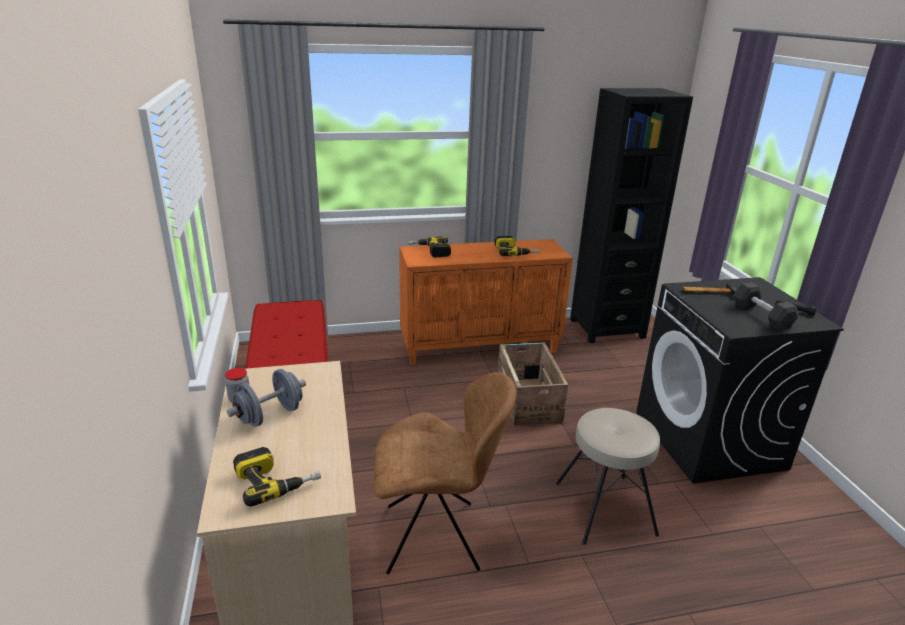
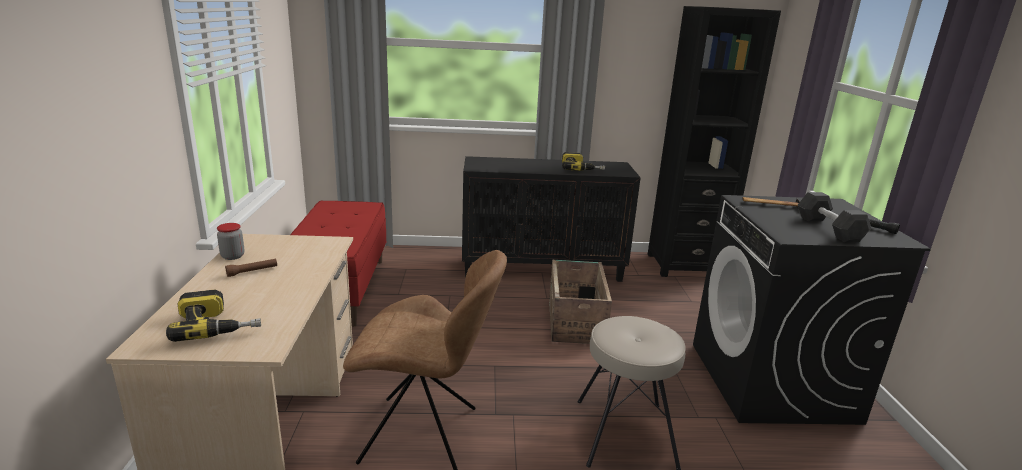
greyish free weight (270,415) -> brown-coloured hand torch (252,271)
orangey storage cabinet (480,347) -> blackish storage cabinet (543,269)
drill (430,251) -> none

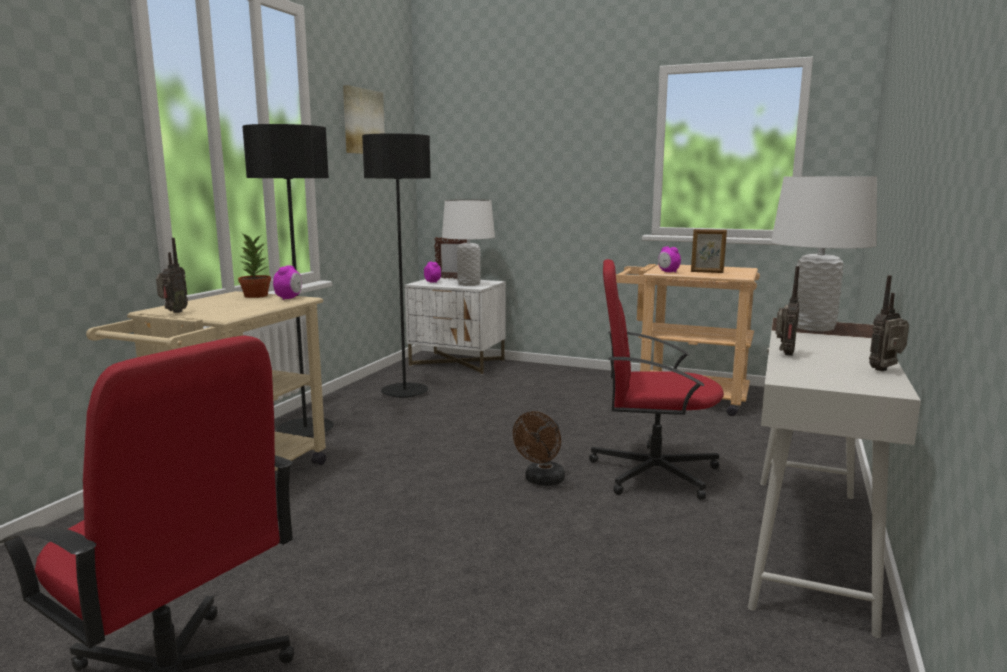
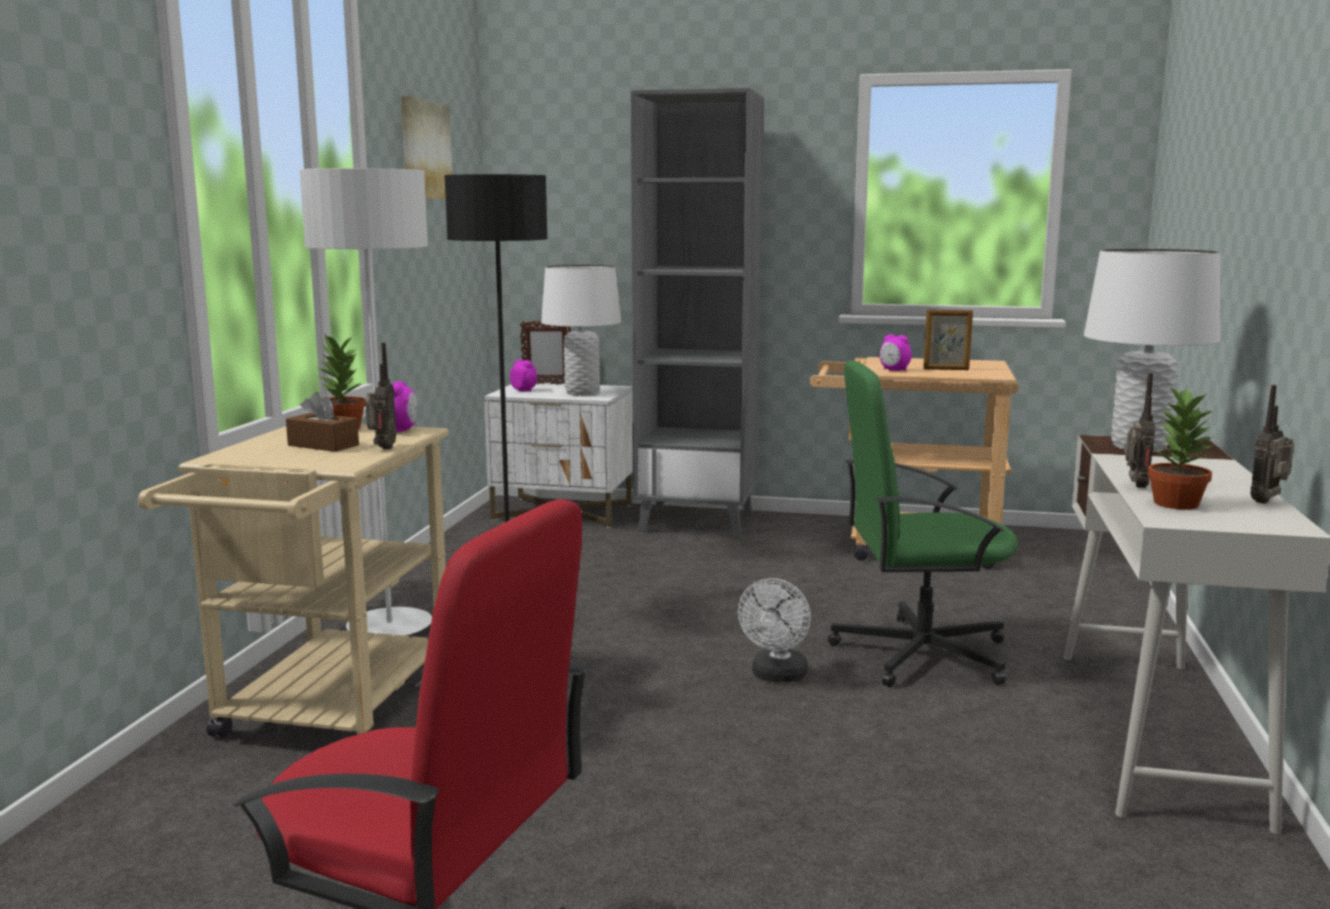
radio (173,312) -> radio (381,449), relocated
blackish standing lamp (305,430) -> white standing lamp (390,627)
brown-coloured electric fan (541,481) -> white electric fan (777,676)
red computer chair (651,472) -> green computer chair (918,653)
none -> brown-coloured tissue holder (323,445)
none -> greyish shelving unit (697,522)
none -> plant in a pot (1175,503)

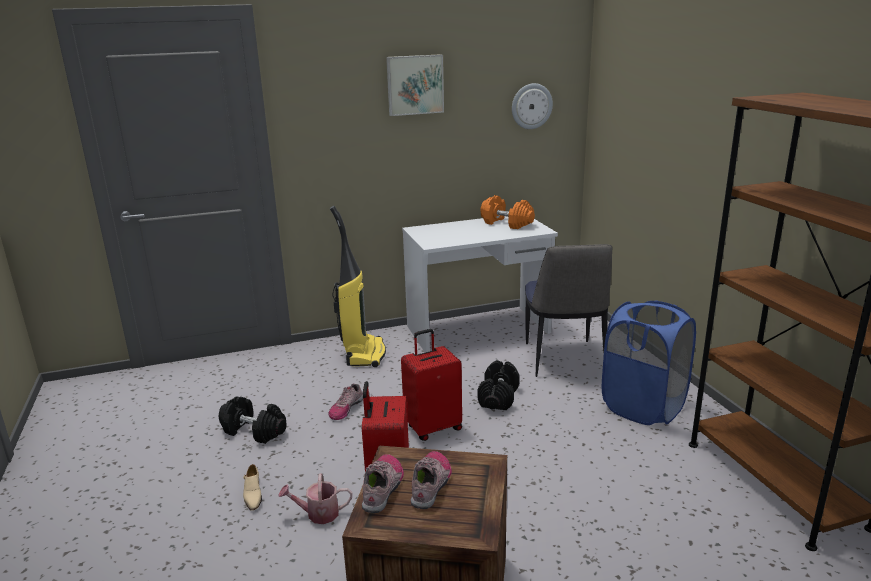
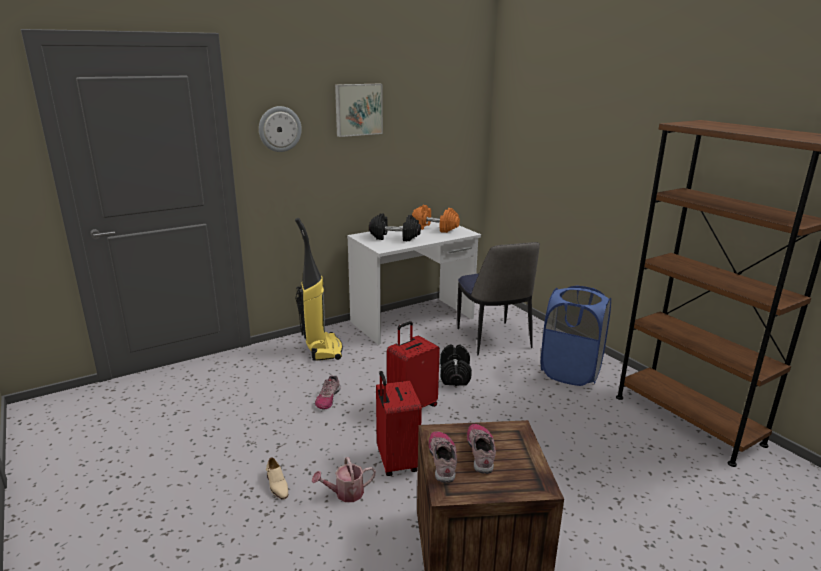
blackish free weight (254,431) -> blackish free weight (395,237), relocated
clock on the wall (531,106) -> clock on the wall (279,129), relocated

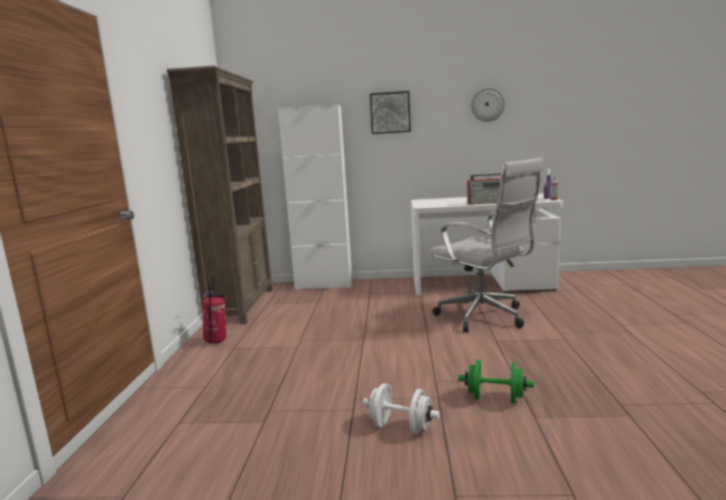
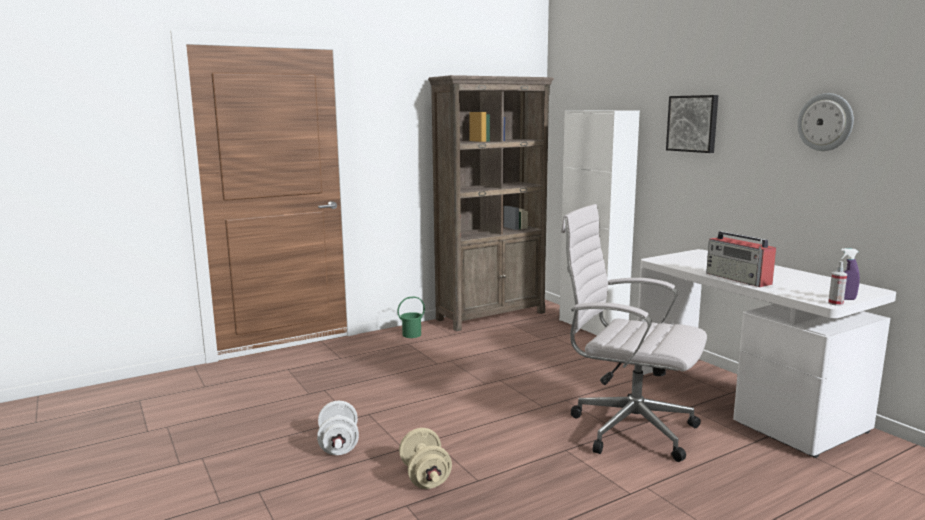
fire extinguisher (216,342) -> green water bucket (411,334)
white computer chair (484,317) -> white computer chair (627,428), 105 degrees clockwise
green free weight (495,398) -> sand-coloured free weight (425,477)

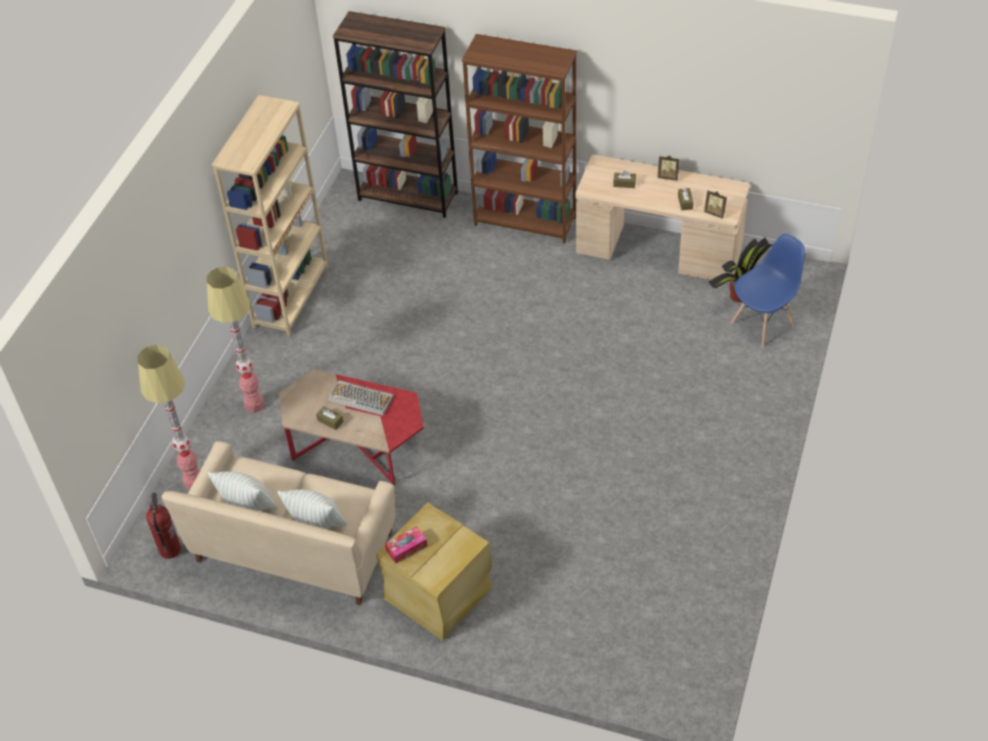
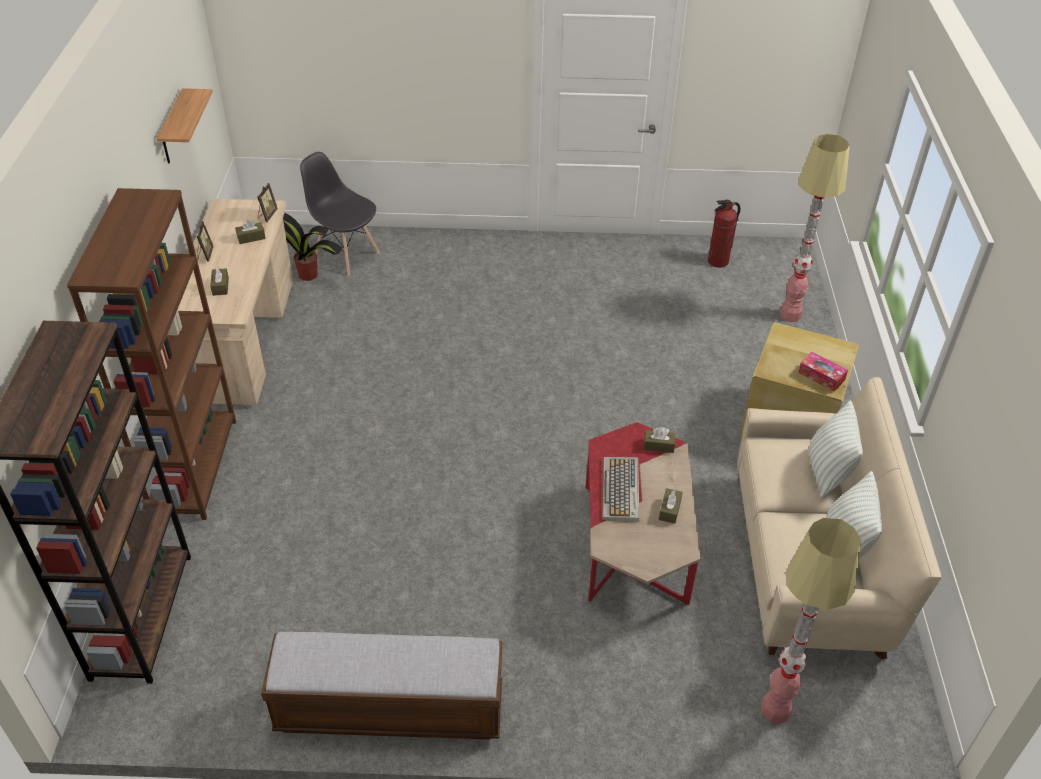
fire extinguisher (170,549) -> fire extinguisher (718,261), relocated
standing lamp (254,405) -> standing lamp (790,315), relocated
sand-coloured shelving unit (291,296) -> indoor bench (389,709)
blue-coloured upright chair (763,323) -> greyish upright chair (345,255)
none -> wall shelf (173,128)
none -> brown-coloured tissue holder (659,445)

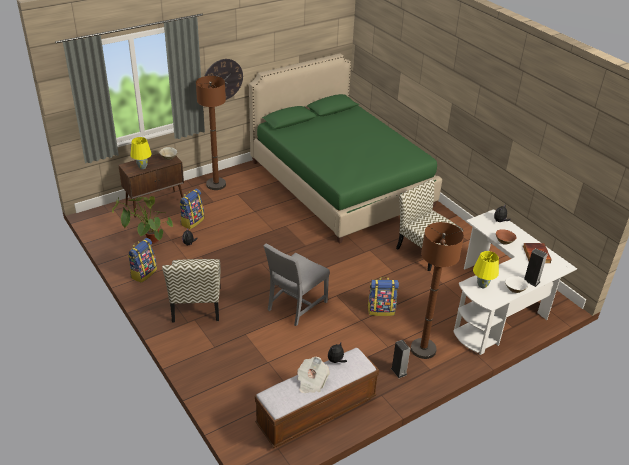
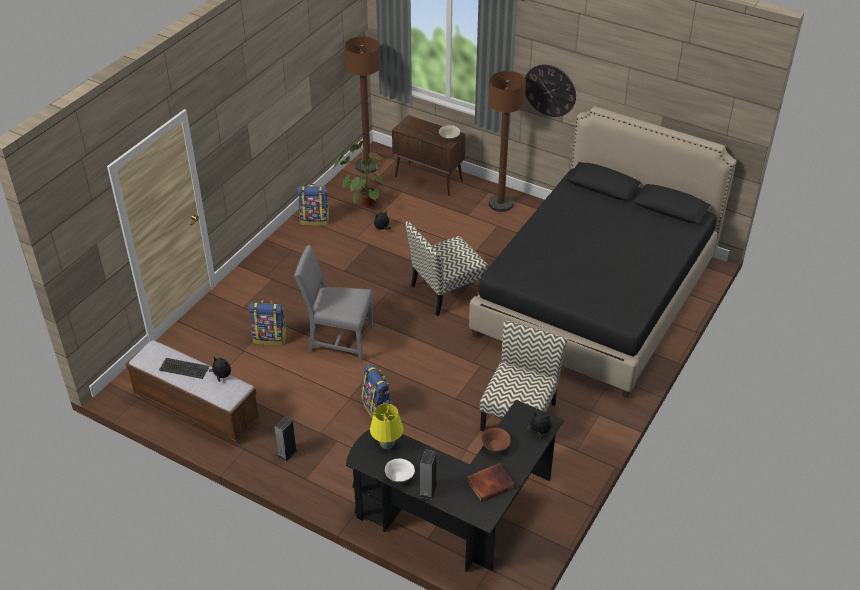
yellow-coloured tabletop lamp (142,167) -> none
upright chair (197,305) -> upright chair (446,291), relocated
backpack (192,221) -> backpack (270,338), relocated
green bedroom bed (340,183) -> blackish bedroom bed (596,296)
printed paper (311,382) -> PC keyboard (184,369)
brown-coloured standing lamp (423,349) -> brown-coloured standing lamp (367,166), relocated
white desk table (500,307) -> blackish desk table (458,517)

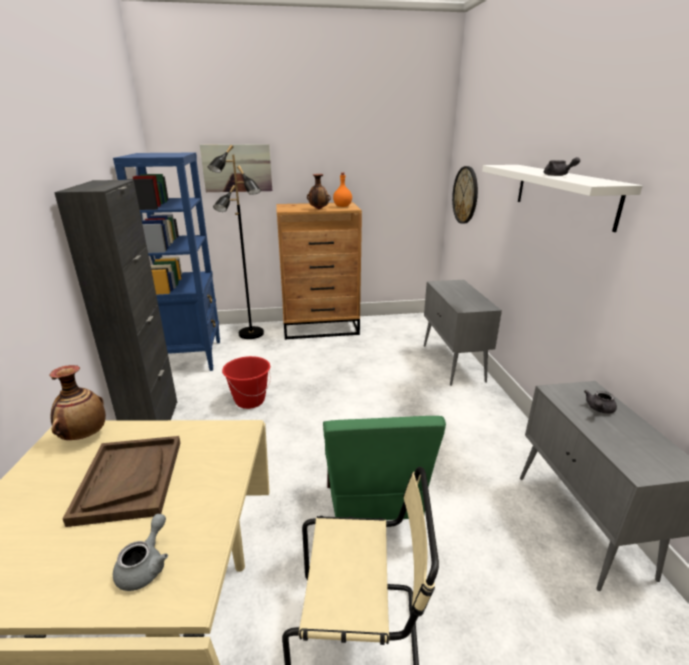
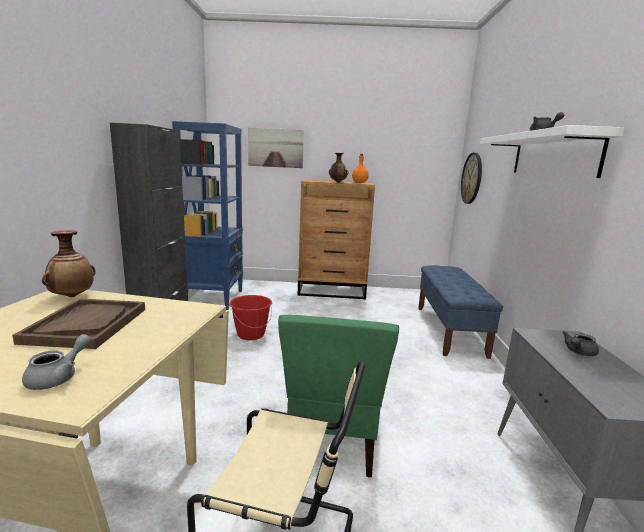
blackish standing lamp (251,334) -> none
greyish storage cabinet (453,363) -> blue-coloured indoor bench (449,330)

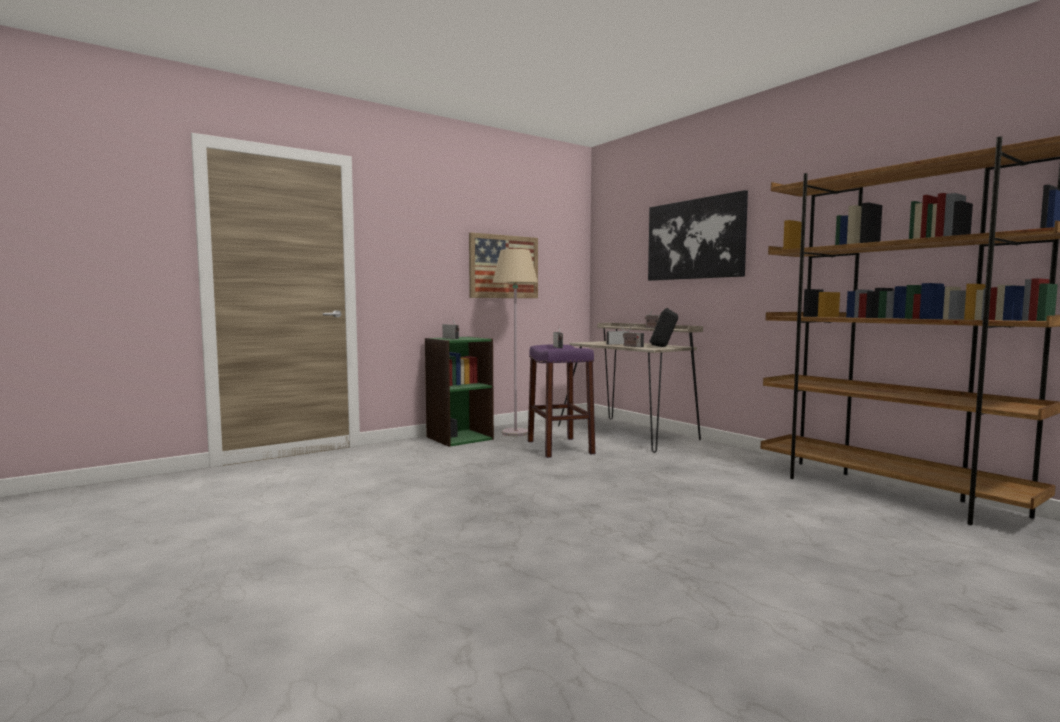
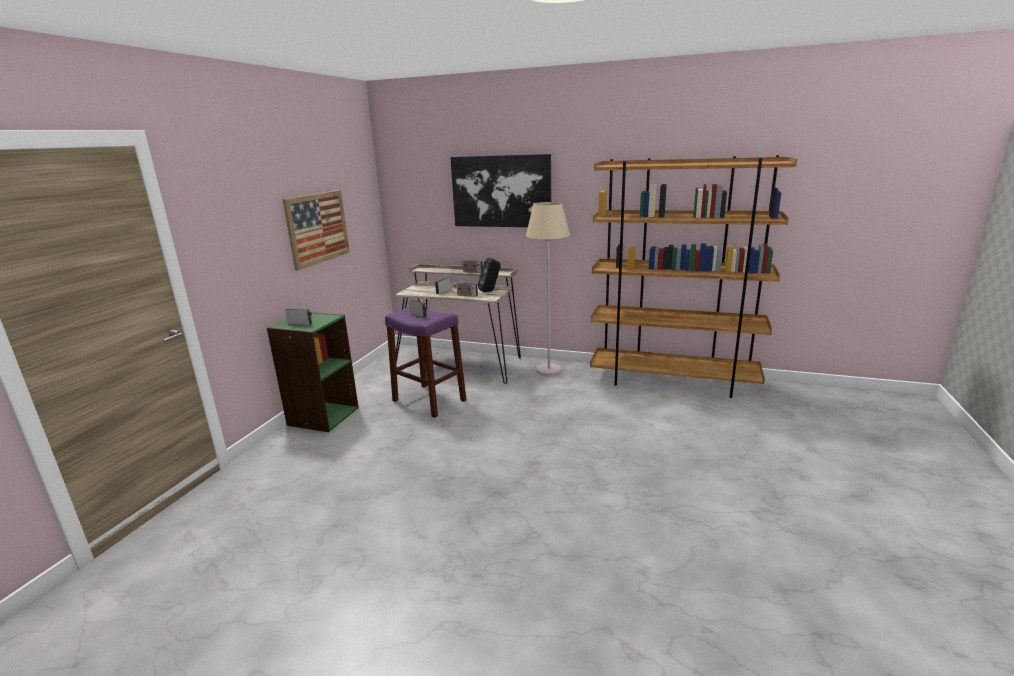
sand-coloured standing lamp (515,433) -> sand-coloured standing lamp (549,370), relocated

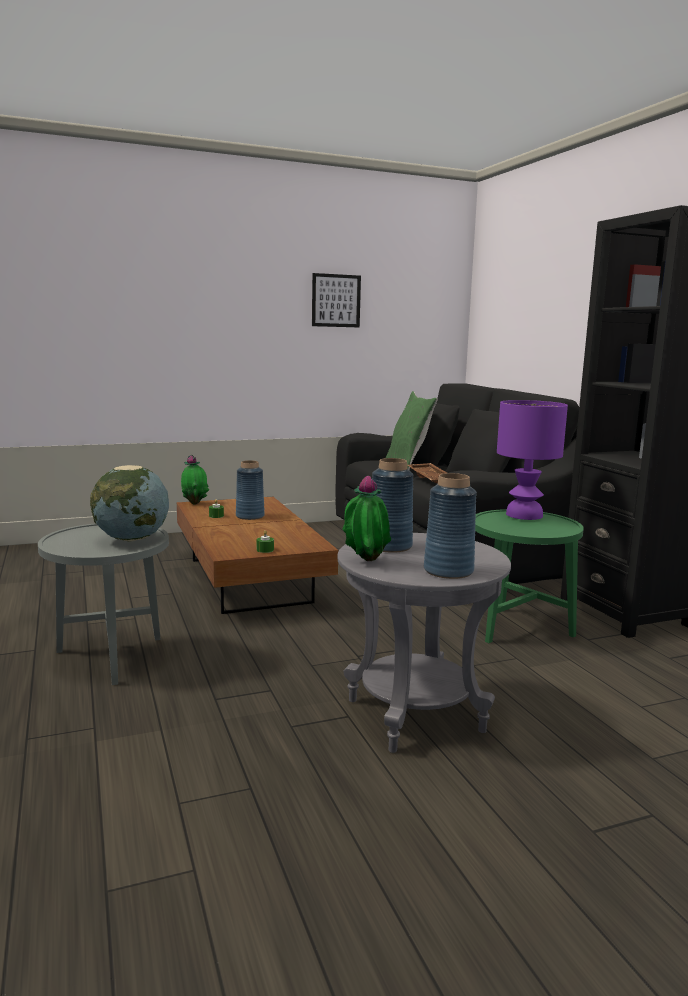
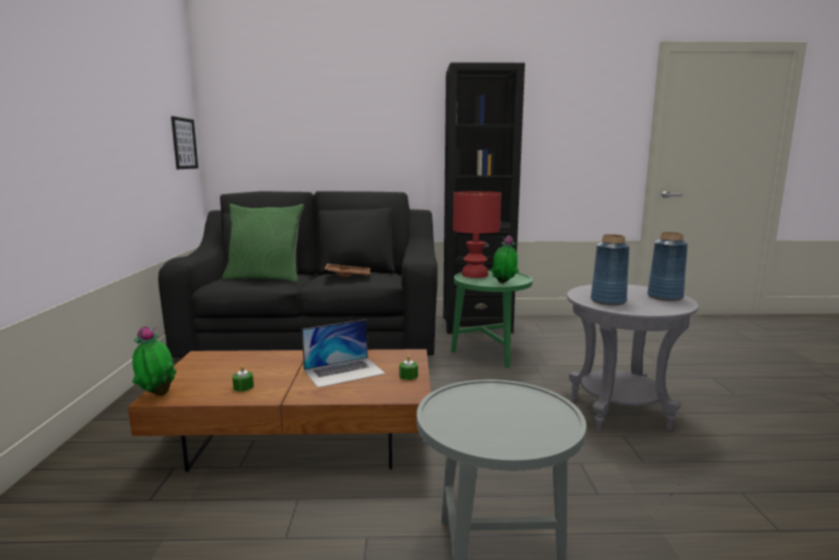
world globe (132,539) -> none
blue-coloured decorative vase (250,516) -> none
wall picture (336,300) -> wall picture (184,143), relocated
plant in a pot (365,562) -> plant in a pot (504,284), relocated
purple tabletop lamp (524,515) -> red tabletop lamp (475,275)
none -> portable computer (344,372)

